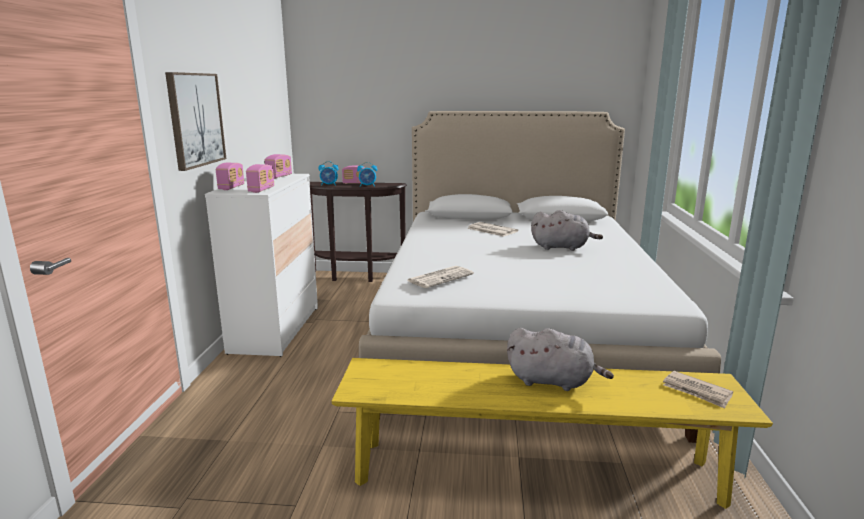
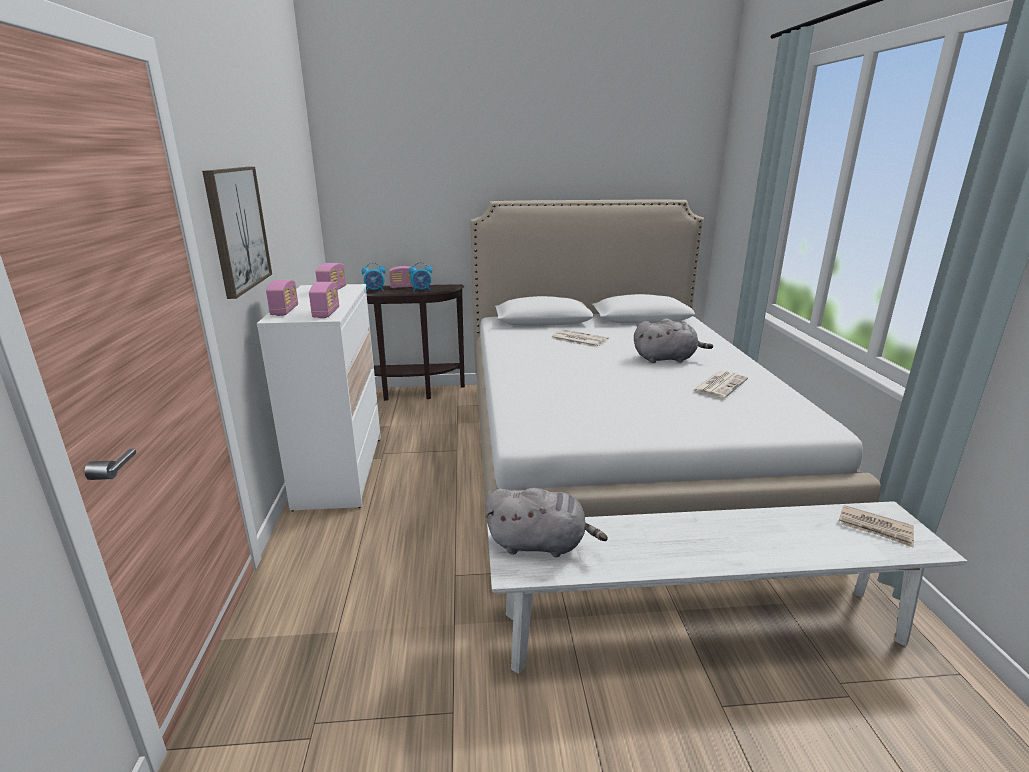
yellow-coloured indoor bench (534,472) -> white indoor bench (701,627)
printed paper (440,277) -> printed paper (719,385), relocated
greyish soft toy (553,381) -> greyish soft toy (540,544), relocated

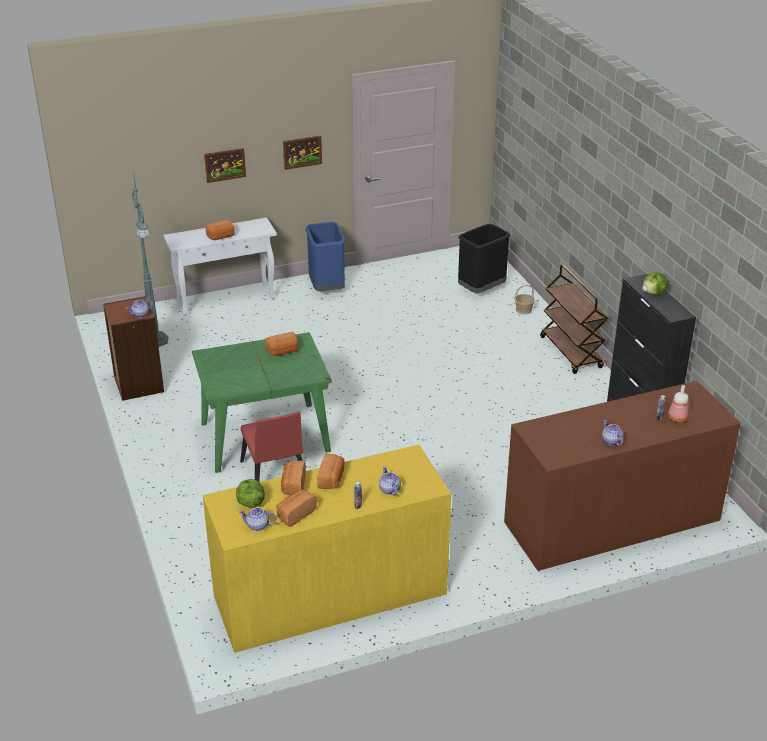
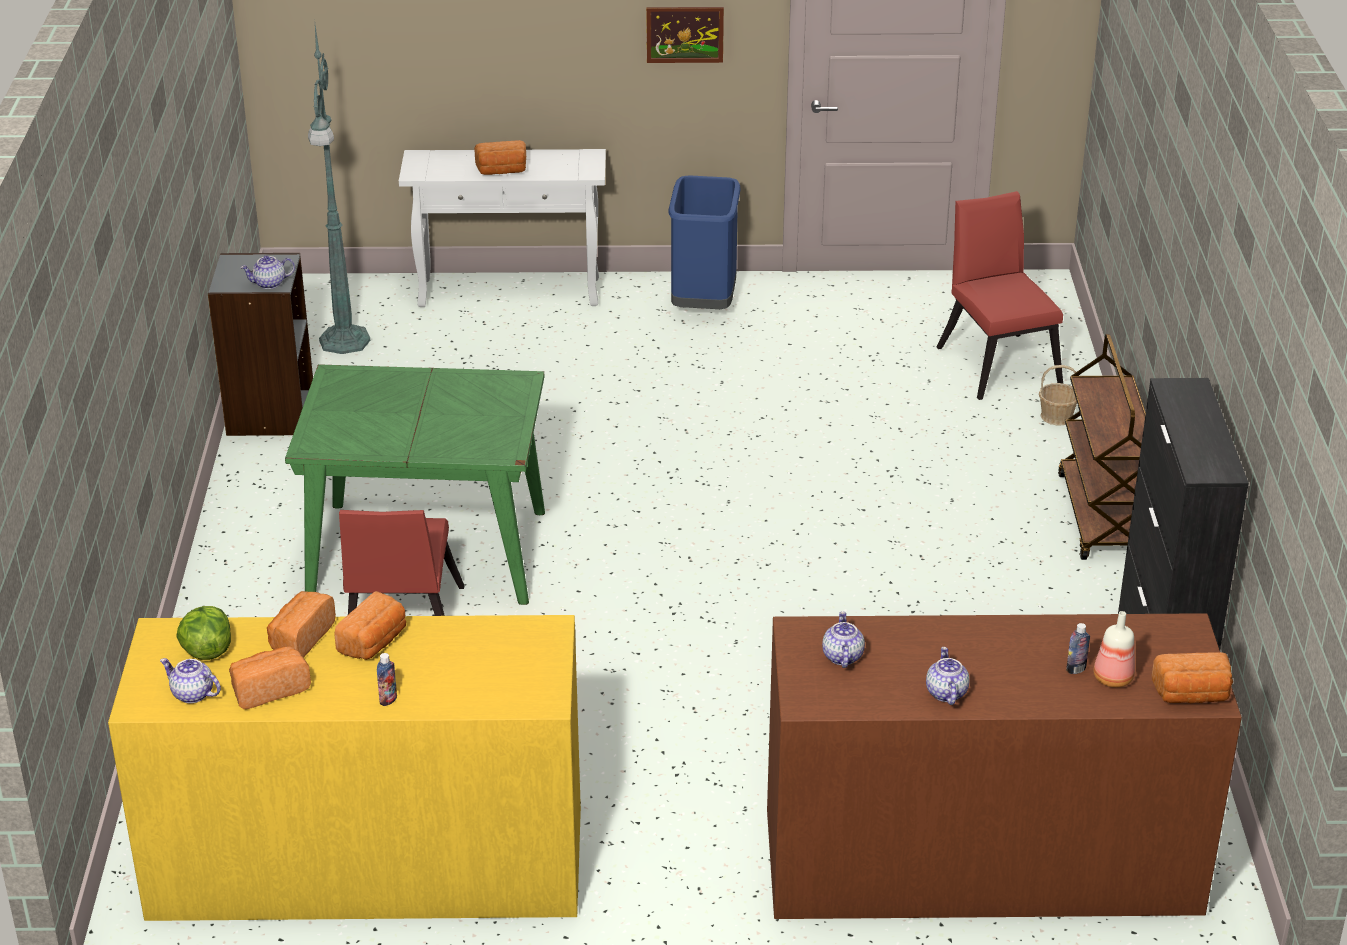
brown-coloured shelving unit (138,384) -> greyish shelving unit (269,413)
wall picture (225,165) -> none
baked bread (283,351) -> baked bread (1191,695), relocated
tea pot (389,489) -> tea pot (842,656), relocated
blackish waste bin (481,289) -> red upright chair (997,361)
lettuce head (653,293) -> none

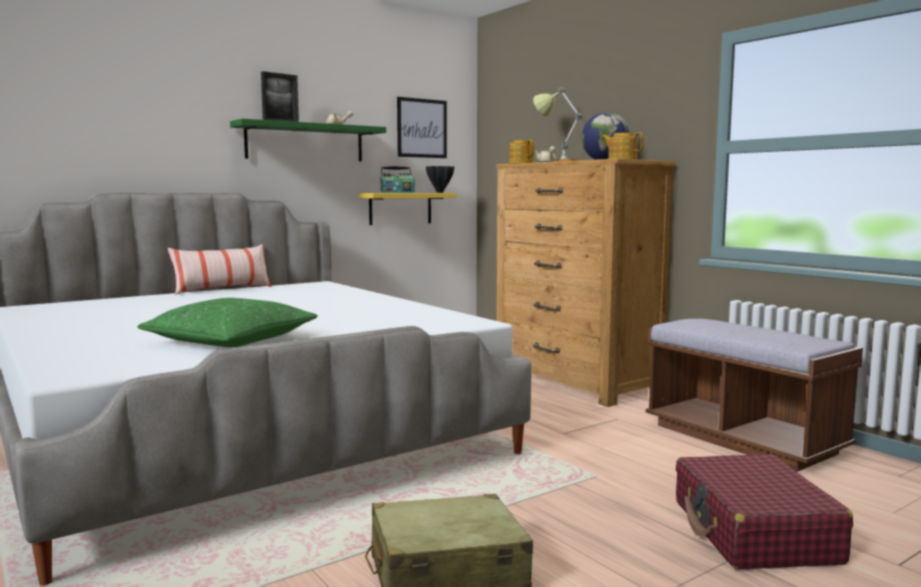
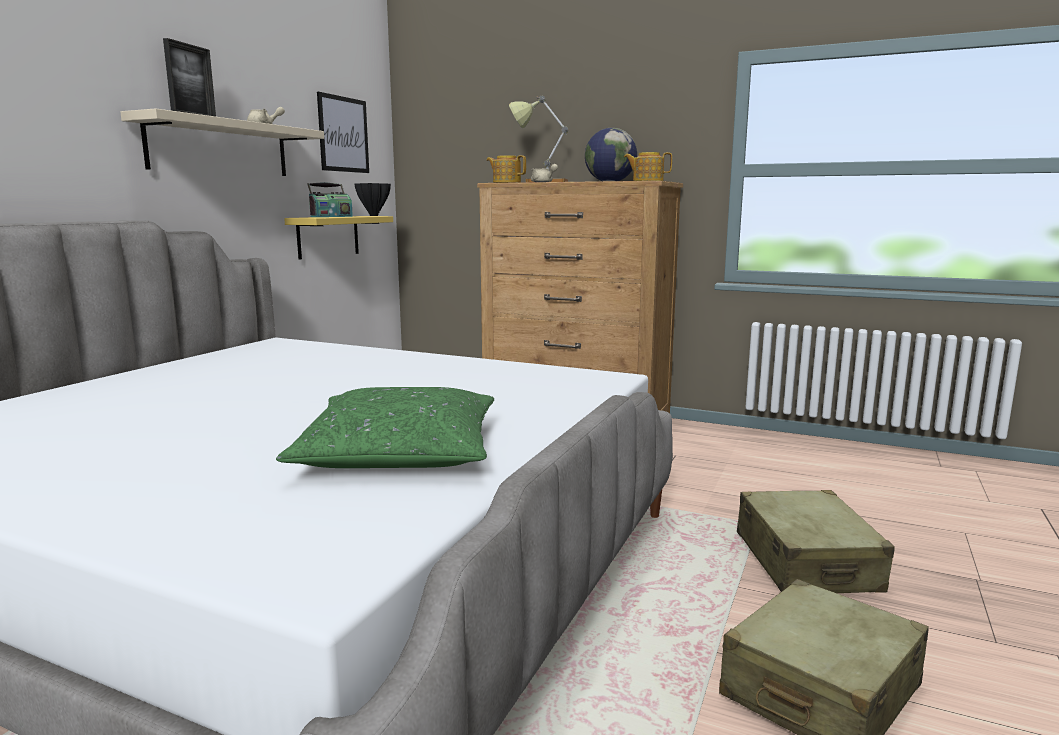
cushion (222,290) -> none
green wall shelf (305,142) -> sand-coloured wall shelf (220,148)
brown-coloured indoor bench (742,439) -> none
red piece of luggage (754,532) -> none
none -> sand-coloured piece of luggage (806,562)

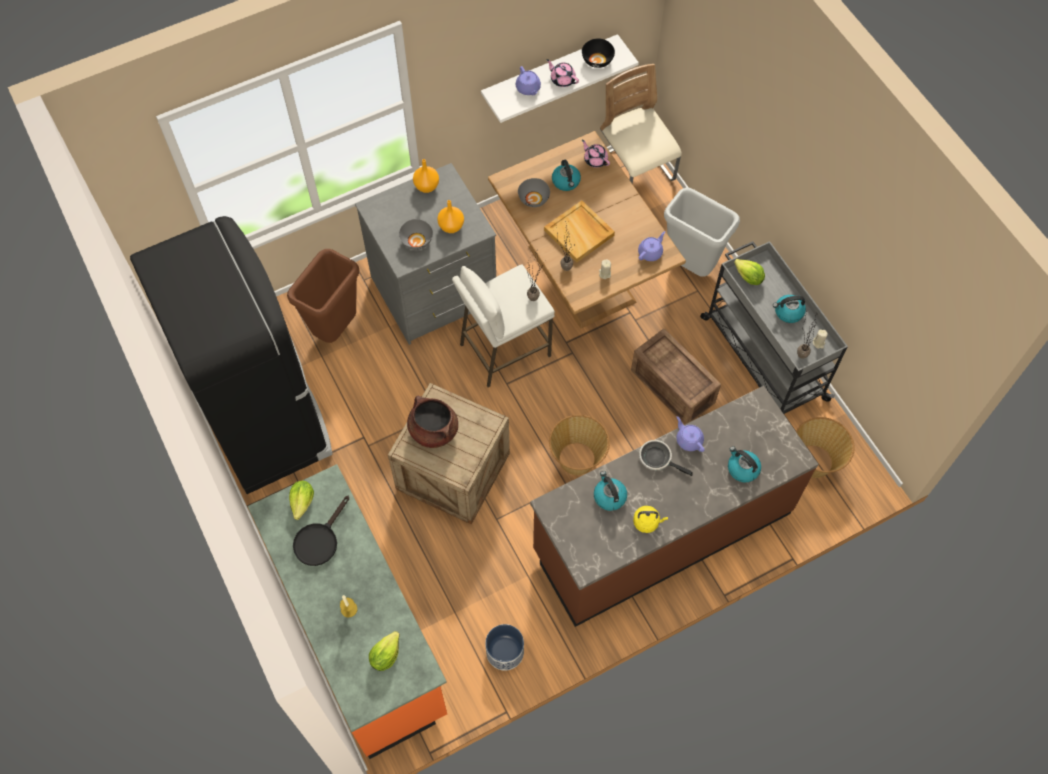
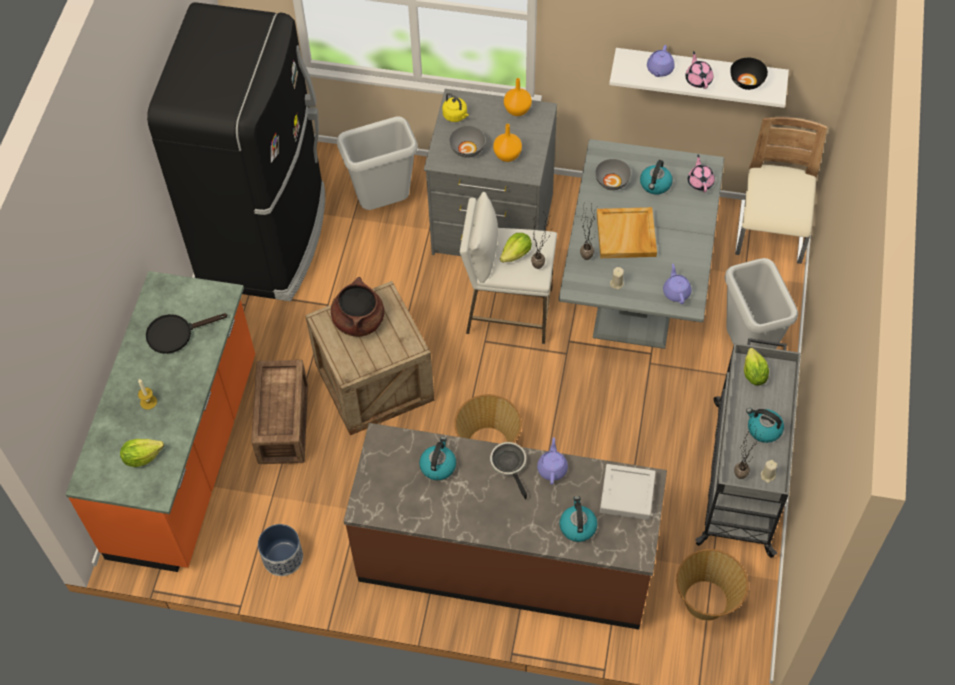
brown-coloured waste bin (335,328) -> greyish waste bin (384,203)
lettuce head (302,502) -> lettuce head (516,254), relocated
brown-coloured dinner table (580,275) -> greyish dinner table (634,292)
crate (672,388) -> crate (281,424), relocated
yellow-coloured kettle (647,522) -> yellow-coloured kettle (456,116), relocated
purple tea pot (650,252) -> purple tea pot (676,292), 90 degrees counterclockwise
none -> greyish carrying tray (627,494)

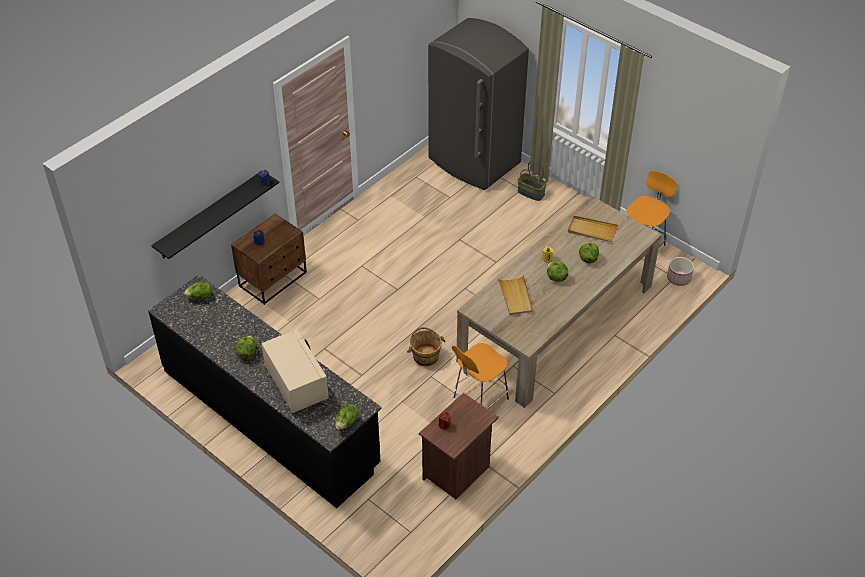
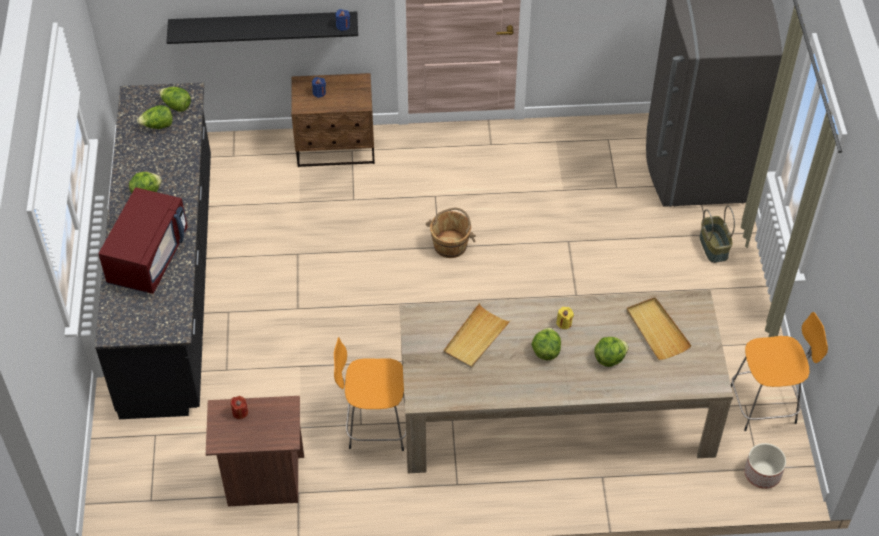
sand-coloured microwave oven (296,384) -> red microwave oven (148,257)
lettuce head (346,423) -> lettuce head (157,126), relocated
brown-coloured water bucket (425,356) -> brown-coloured water bucket (450,244), relocated

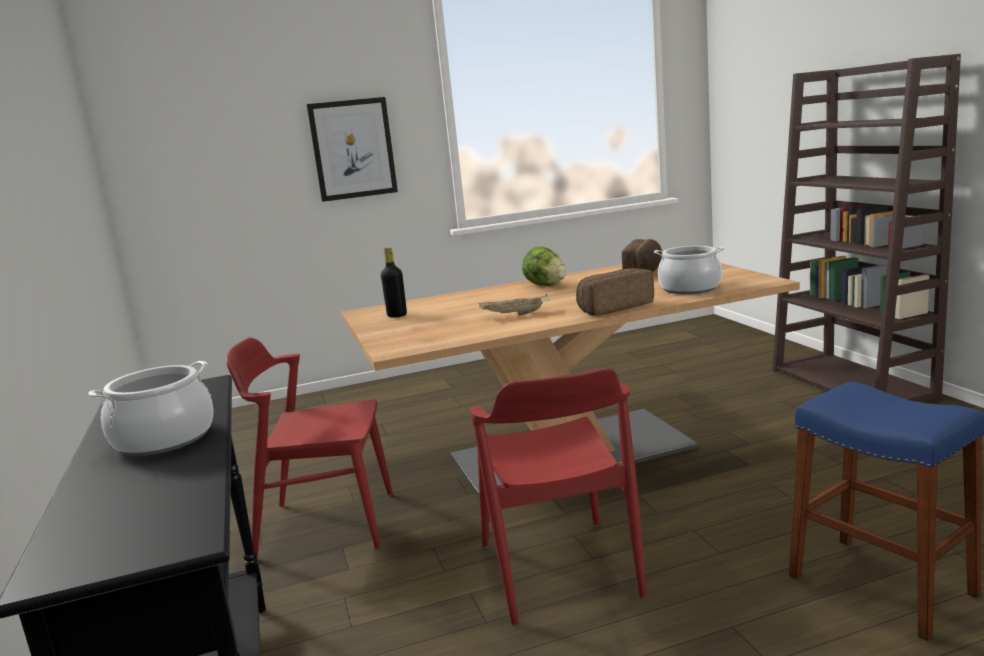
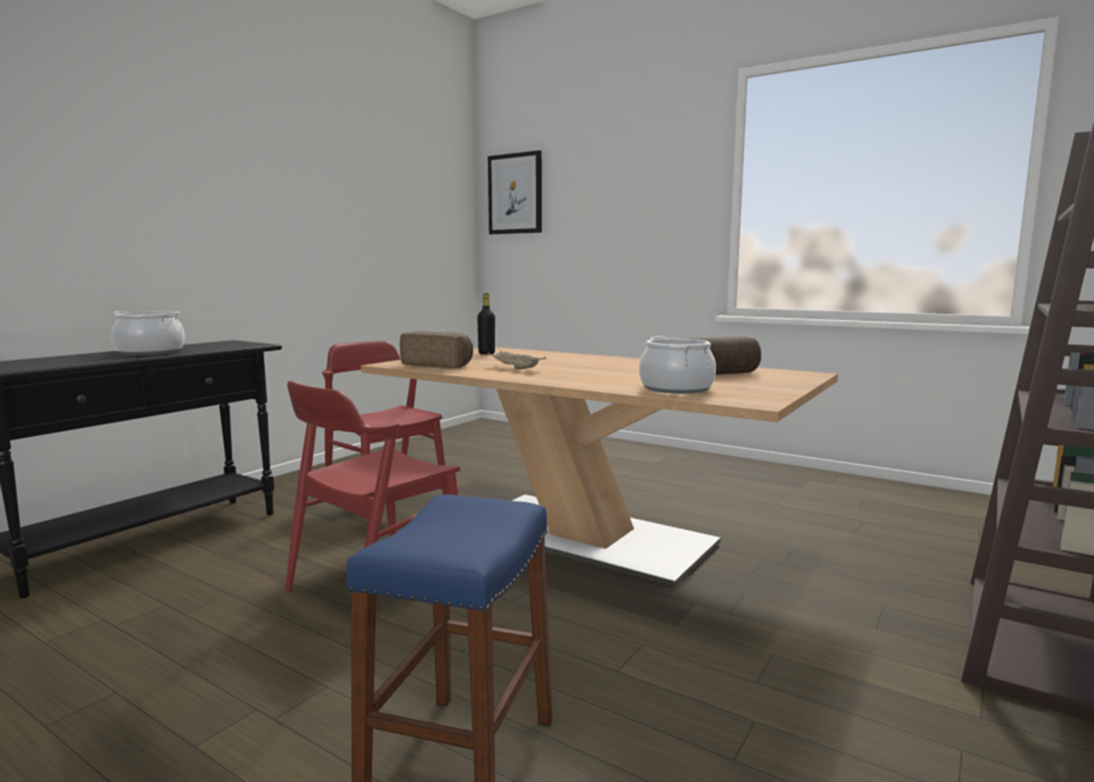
wall picture (353,149) -> wall picture (515,194), relocated
lettuce head (545,285) -> none
baked bread (613,307) -> baked bread (438,365), relocated

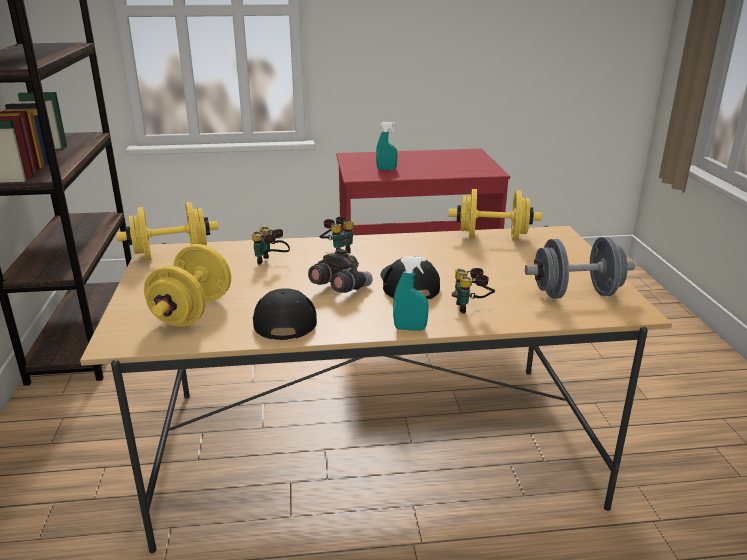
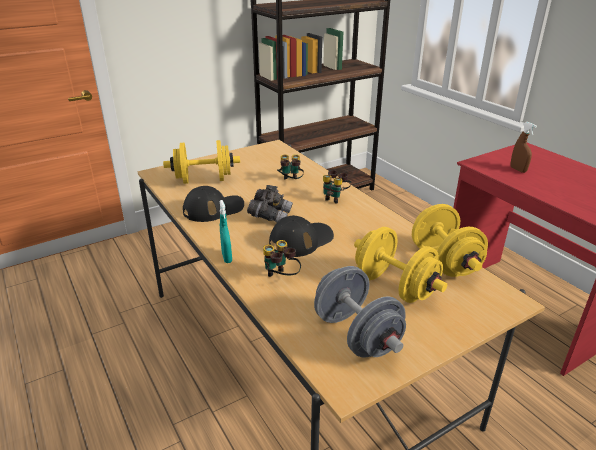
yellow-coloured free weight (172,255) -> yellow-coloured free weight (395,286), relocated
blue-green sprayer (386,169) -> brown-coloured sprayer (518,170)

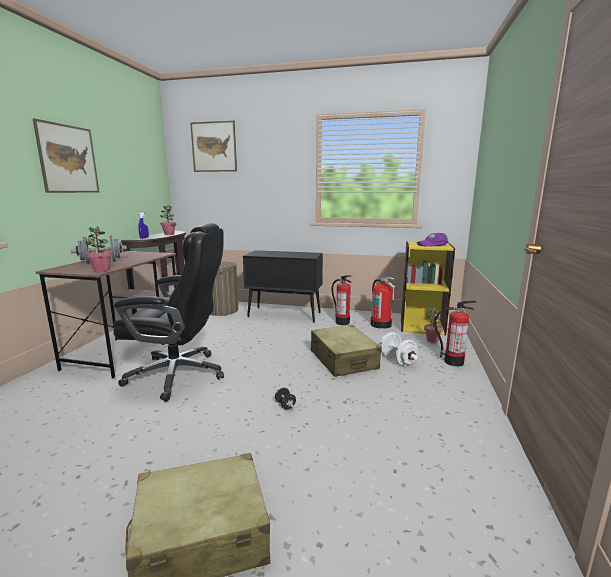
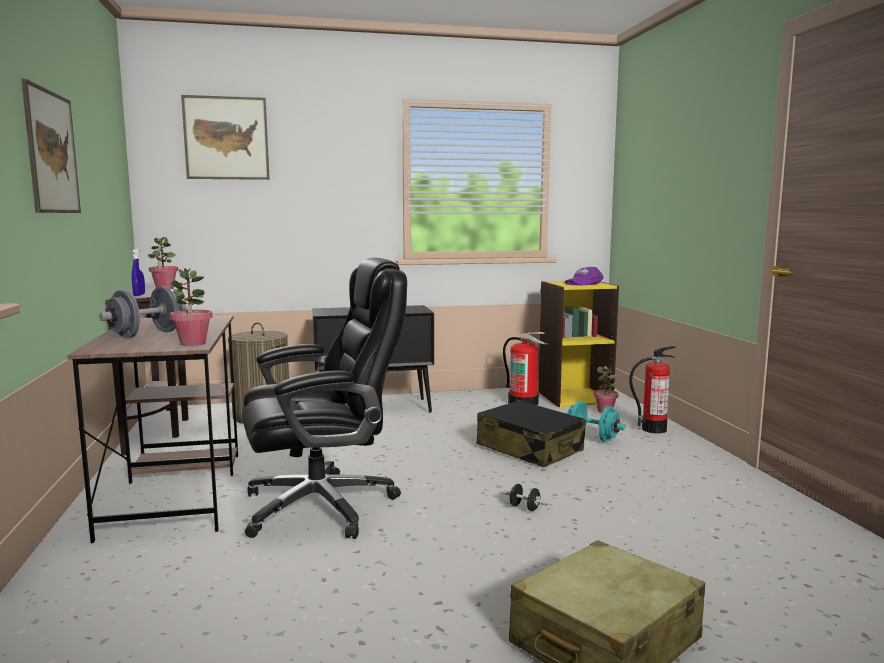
sand-coloured piece of luggage (343,360) -> blackish piece of luggage (529,448)
fire extinguisher (342,322) -> none
white free weight (397,360) -> blue-green free weight (592,438)

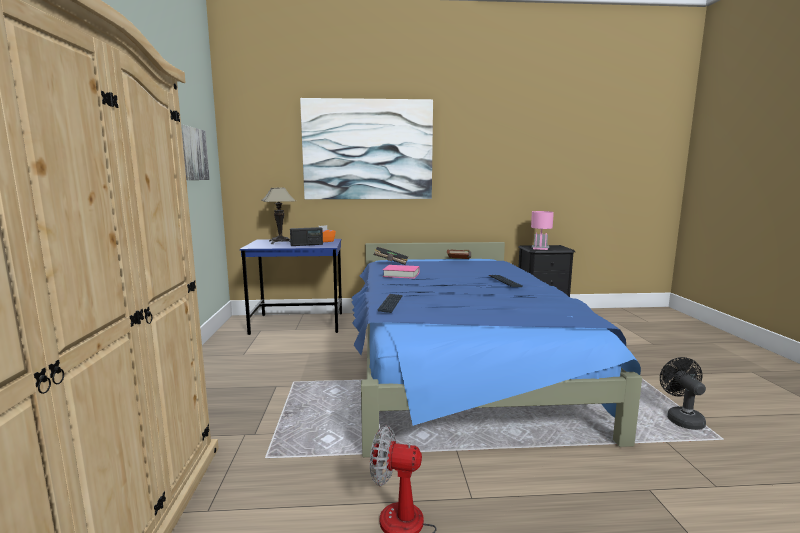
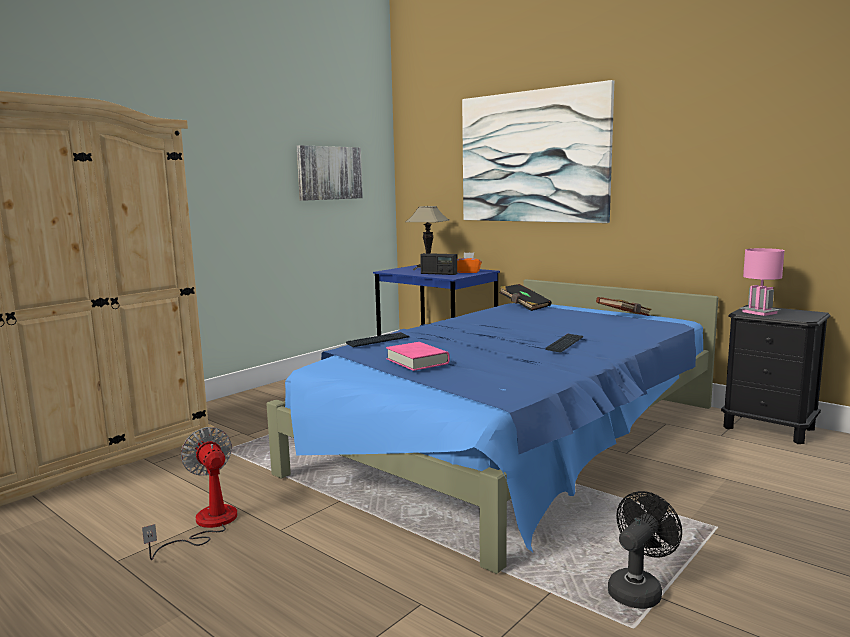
pinkish book (401,275) -> pinkish book (417,361), relocated

